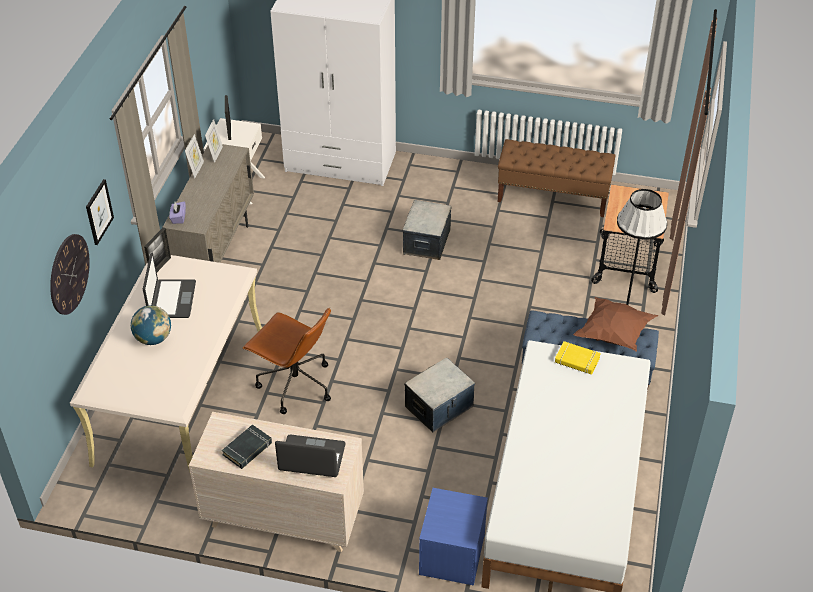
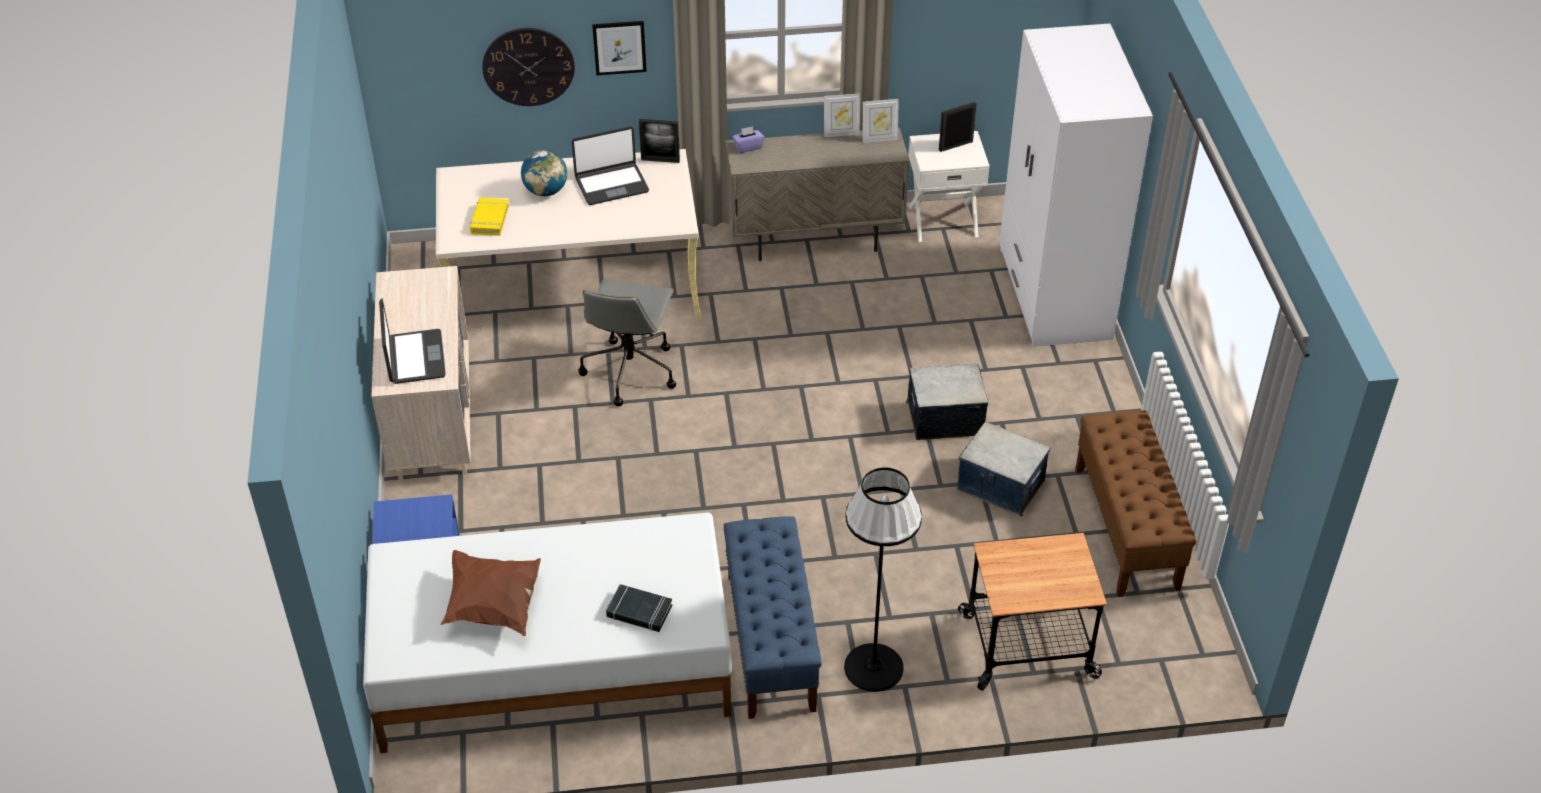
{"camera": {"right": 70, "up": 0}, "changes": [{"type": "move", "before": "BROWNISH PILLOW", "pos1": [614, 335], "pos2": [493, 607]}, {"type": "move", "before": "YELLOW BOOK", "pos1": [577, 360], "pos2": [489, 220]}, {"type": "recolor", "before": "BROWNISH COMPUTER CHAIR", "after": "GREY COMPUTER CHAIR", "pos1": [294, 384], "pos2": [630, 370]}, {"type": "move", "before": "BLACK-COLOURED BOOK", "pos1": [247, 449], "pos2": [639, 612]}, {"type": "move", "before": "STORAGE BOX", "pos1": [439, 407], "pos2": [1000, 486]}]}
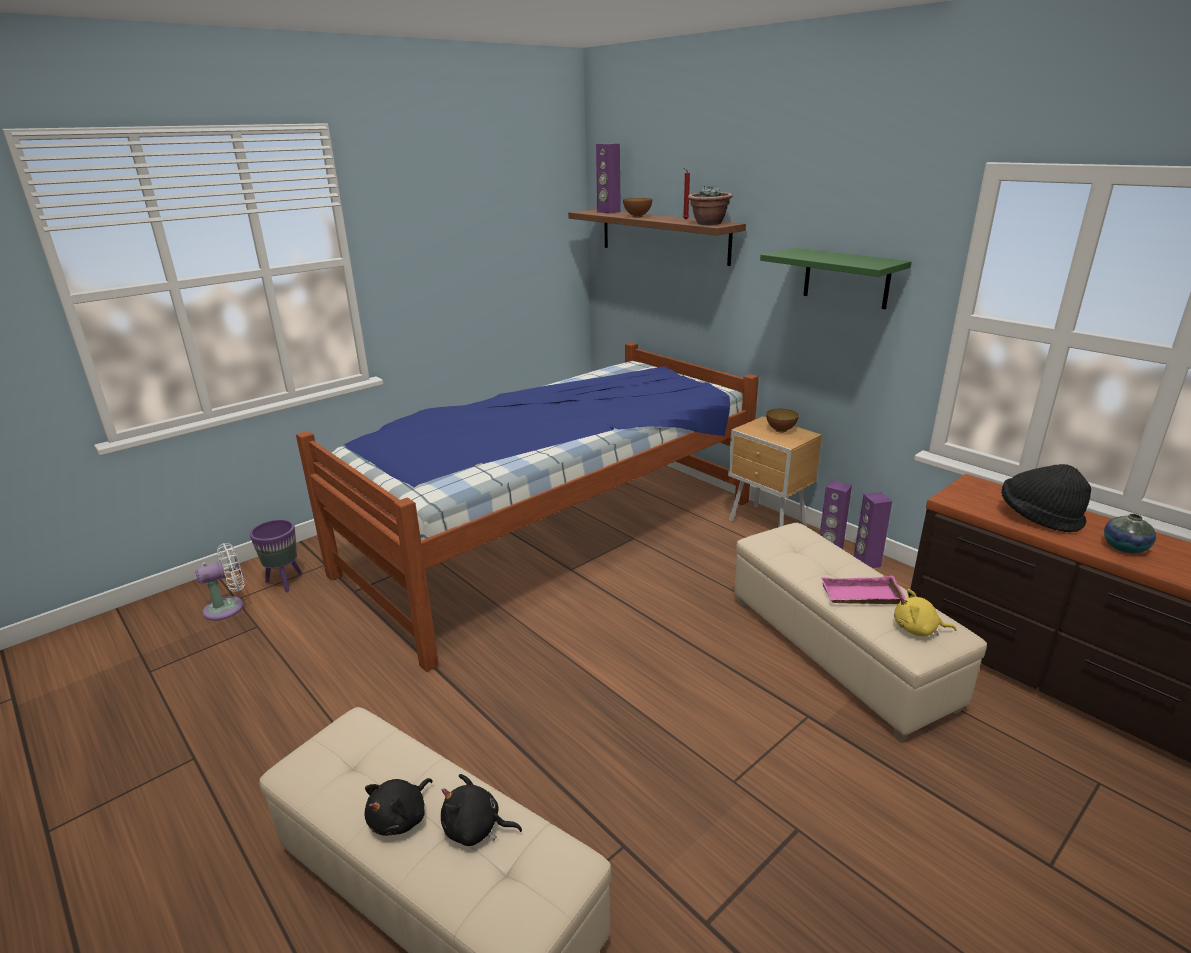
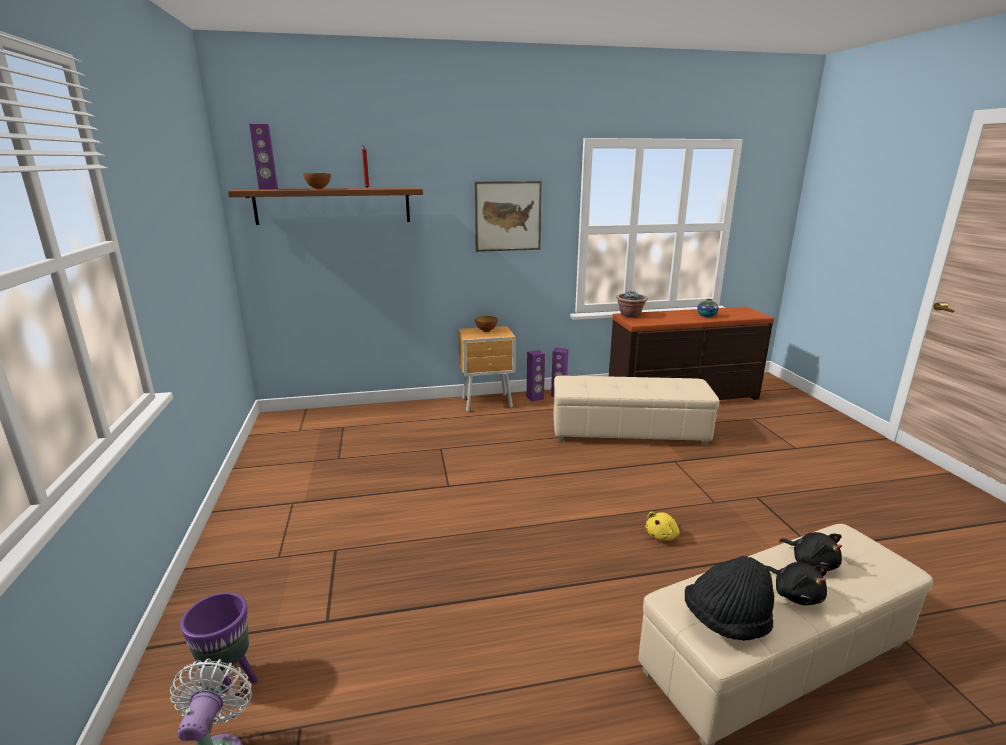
{"camera": {"right": -60, "up": -5}, "changes": [{"type": "replace", "before": "GREEN-COLOURED SHELF", "after": "WALL PICTURE", "pos1": [846, 278], "pos2": [508, 216]}, {"type": "move", "before": "HOUSEPLANT", "pos1": [708, 223], "pos2": [630, 315]}, {"type": "move", "before": "YELLOW SOFT TOY", "pos1": [918, 629], "pos2": [662, 535]}, {"type": "move", "before": "BLACK-COLOURED HAT", "pos1": [1038, 517], "pos2": [726, 621]}, {"type": "rotate", "before": "BLACK-COLOURED SOFT TOY", "pos1": [475, 829], "pos2": [811, 562], "turn": -75}, {"type": "delete", "before": "SLEEPING BED", "pos1": [552, 535]}, {"type": "delete", "before": "PINK-COLOURED TRAY", "pos1": [860, 597]}]}
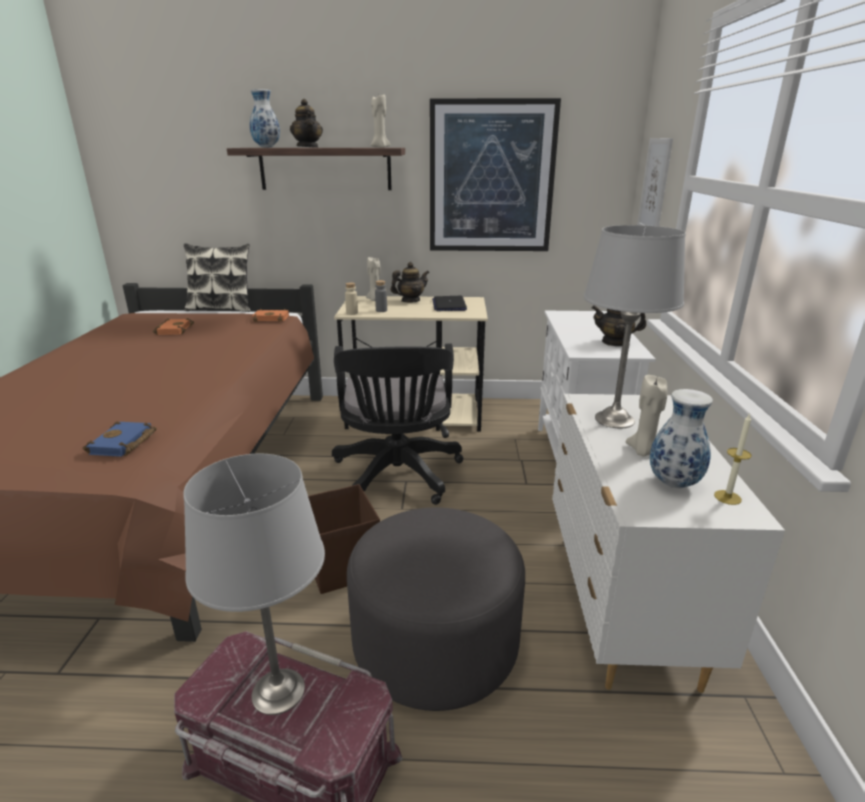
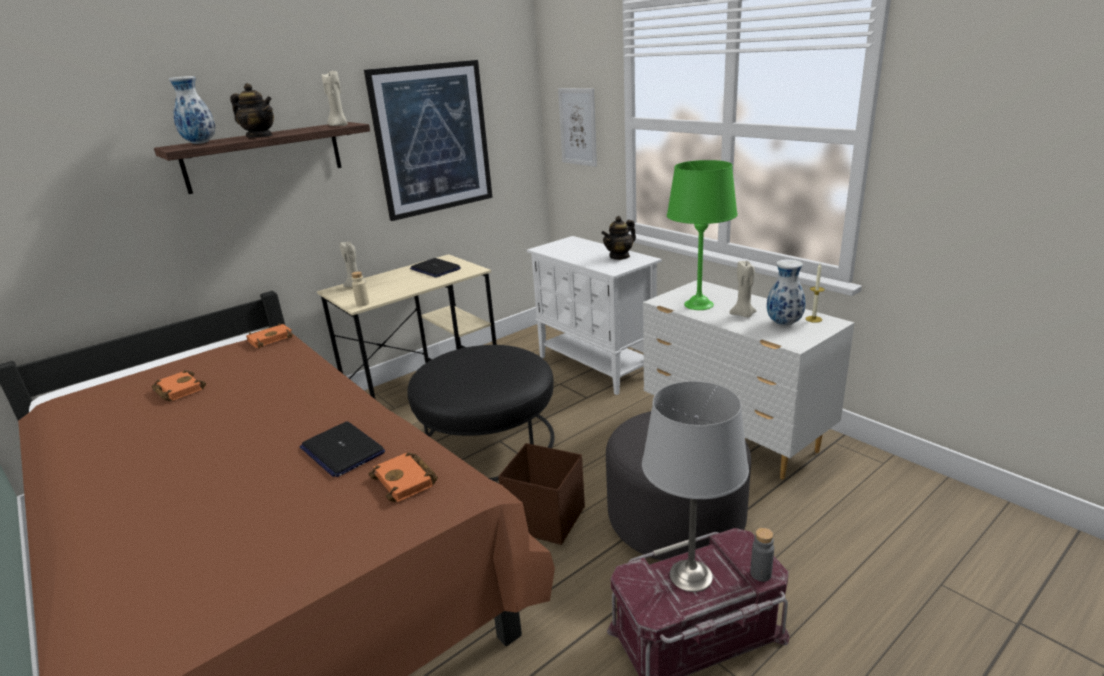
{"camera": {"right": -40, "up": 0}, "changes": [{"type": "insert", "after": "LAPTOP", "pos2": [342, 450]}, {"type": "recolor", "before": "BLUE-COLOURED BOOK", "after": "ORANGEY BOOK", "pos1": [123, 444], "pos2": [407, 481]}, {"type": "replace", "before": "BLACK-COLOURED COMPUTER CHAIR", "after": "BLACK-COLOURED FOOTREST", "pos1": [397, 477], "pos2": [488, 441]}, {"type": "recolor", "before": "GREY TABLE LAMP", "after": "GREEN-COLOURED TABLE LAMP", "pos1": [615, 419], "pos2": [699, 304]}, {"type": "move", "before": "GREY BOTTLE", "pos1": [381, 310], "pos2": [760, 574]}, {"type": "delete", "before": "PILLOW", "pos1": [221, 308]}, {"type": "delete", "before": "POT FOR TEA", "pos1": [410, 301]}]}
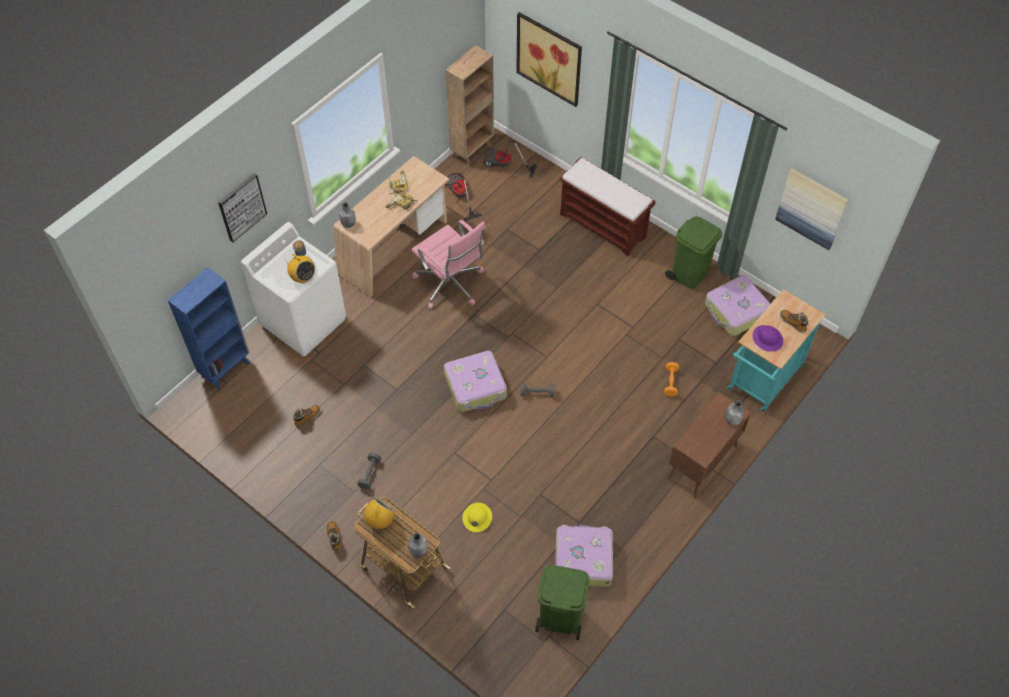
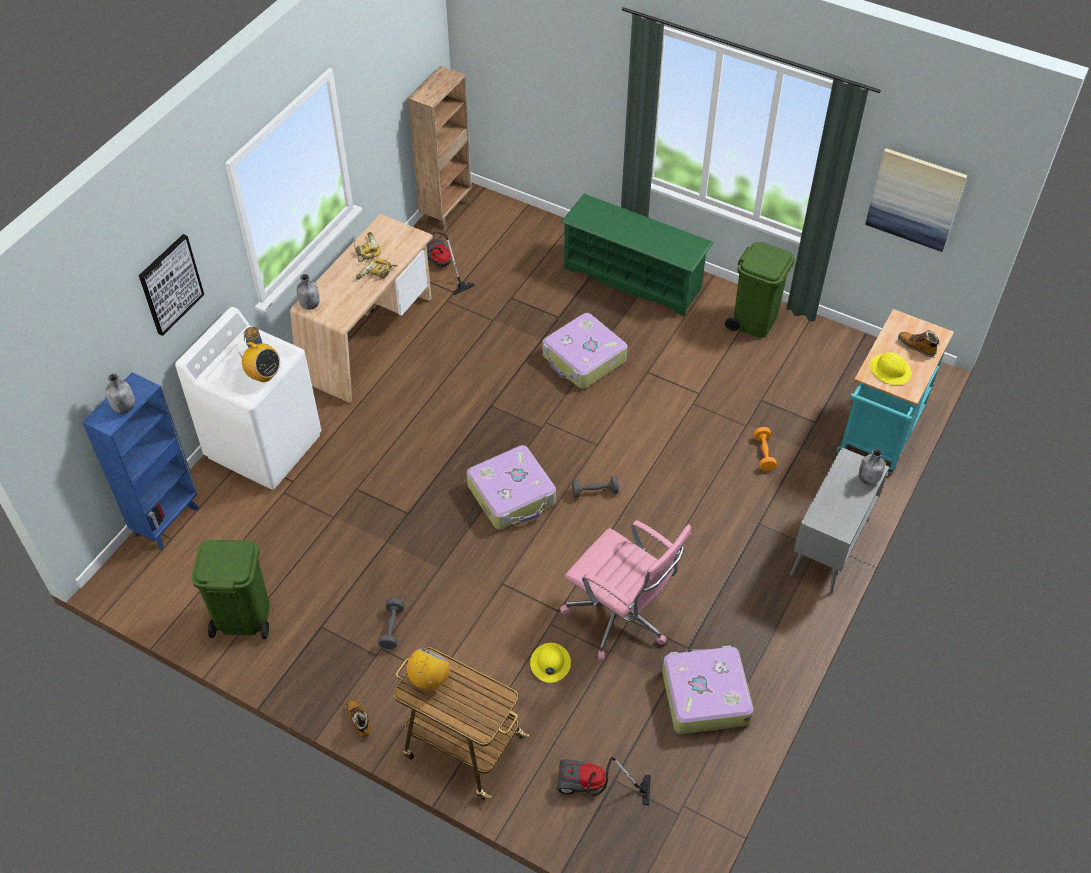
{"camera": {"right": -10, "up": -5}, "changes": [{"type": "move", "before": "GREY BOTTLE", "pos1": [418, 551], "pos2": [124, 407]}, {"type": "move", "before": "GREEN-COLOURED RUBBISH BIN", "pos1": [560, 617], "pos2": [242, 617]}, {"type": "move", "before": "SUITCASE", "pos1": [736, 311], "pos2": [583, 359]}, {"type": "move", "before": "VACUUM CLEANER", "pos1": [504, 166], "pos2": [594, 787]}, {"type": "move", "before": "PINK-COLOURED COMPUTER CHAIR", "pos1": [450, 285], "pos2": [621, 616]}, {"type": "replace", "before": "BROWNISH BENCH", "after": "GREEN-COLOURED SHOE SHELF", "pos1": [603, 226], "pos2": [633, 278]}, {"type": "recolor", "before": "BROWNISH CUPBOARD", "after": "GREY CUPBOARD", "pos1": [702, 463], "pos2": [829, 548]}, {"type": "recolor", "before": "PURPLE-COLOURED HARD HAT", "after": "YELLOW HARD HAT", "pos1": [767, 339], "pos2": [890, 370]}, {"type": "delete", "before": "BOOT", "pos1": [307, 417]}, {"type": "delete", "before": "WALL PICTURE", "pos1": [549, 58]}]}
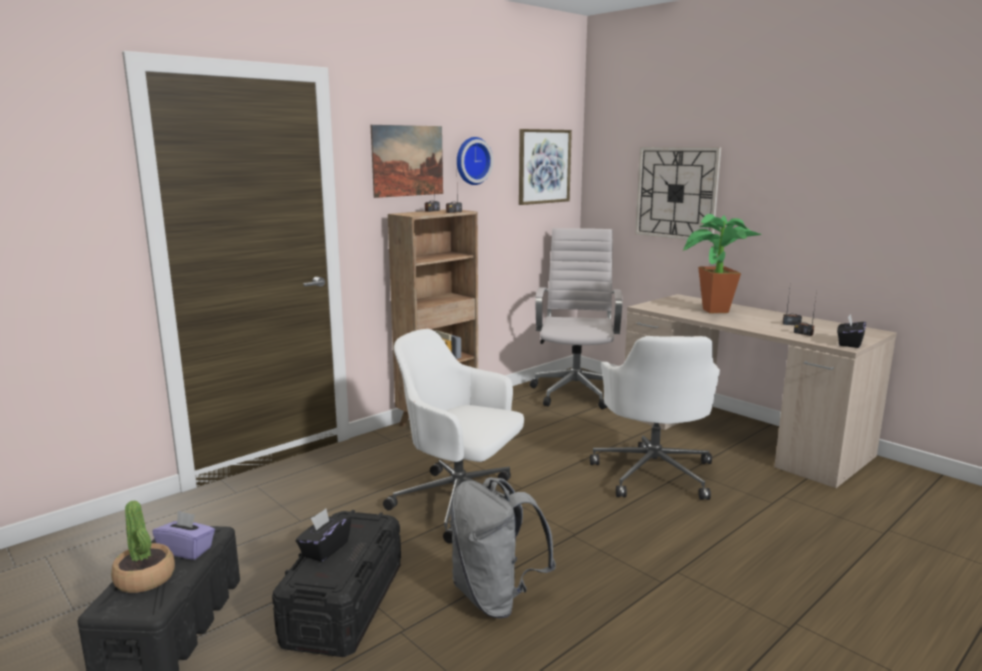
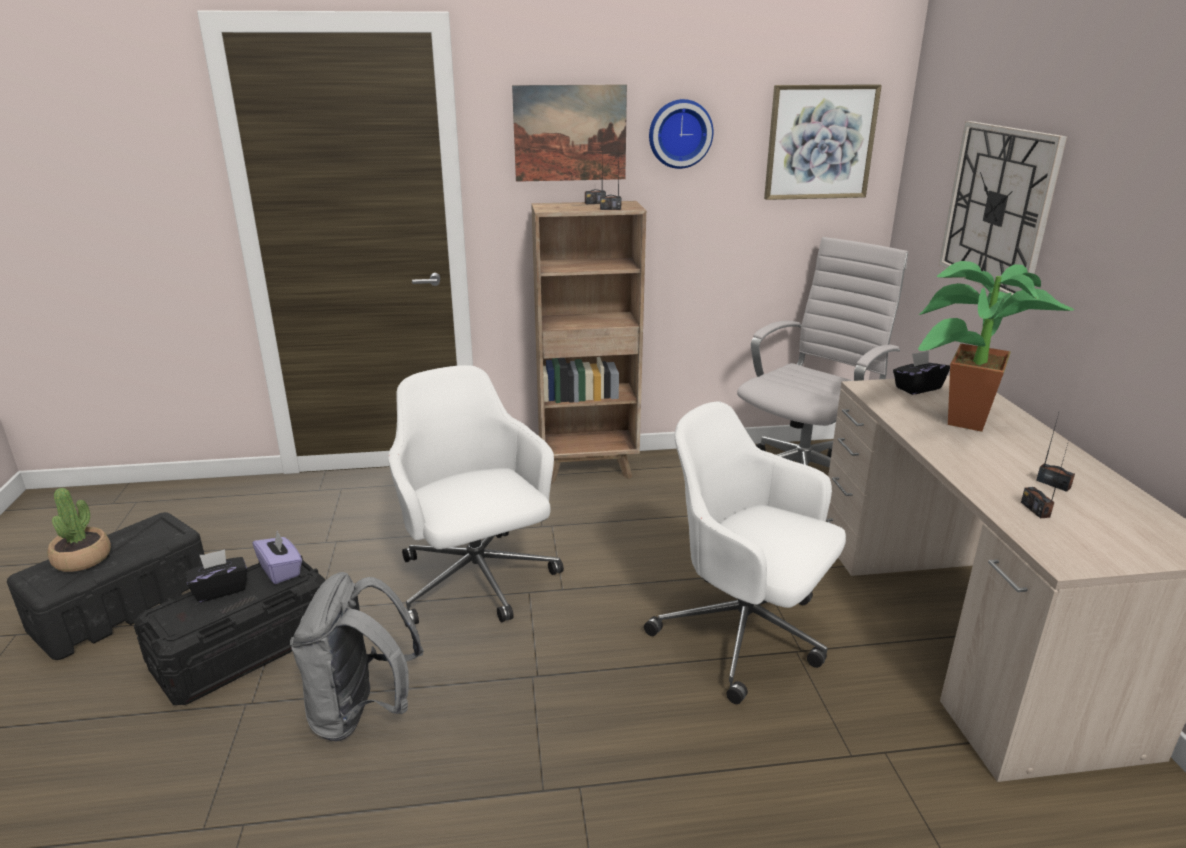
{"camera": {"right": 35, "up": 10}, "changes": [{"type": "move", "before": "PURPLE-COLOURED TISSUE HOLDER", "pos1": [187, 550], "pos2": [281, 570]}, {"type": "rotate", "before": "WHITE COMPUTER CHAIR", "pos1": [654, 473], "pos2": [745, 634], "turn": 90}, {"type": "move", "before": "BLACK-COLOURED TISSUE HOLDER", "pos1": [849, 343], "pos2": [917, 388]}]}
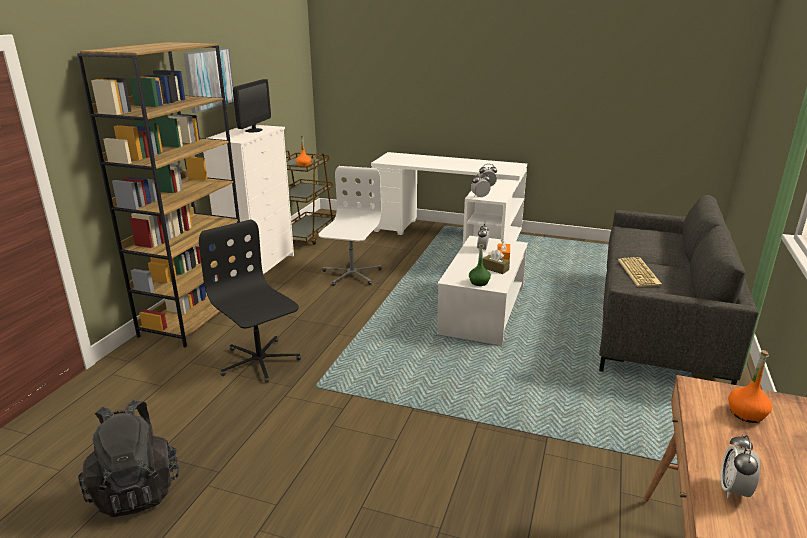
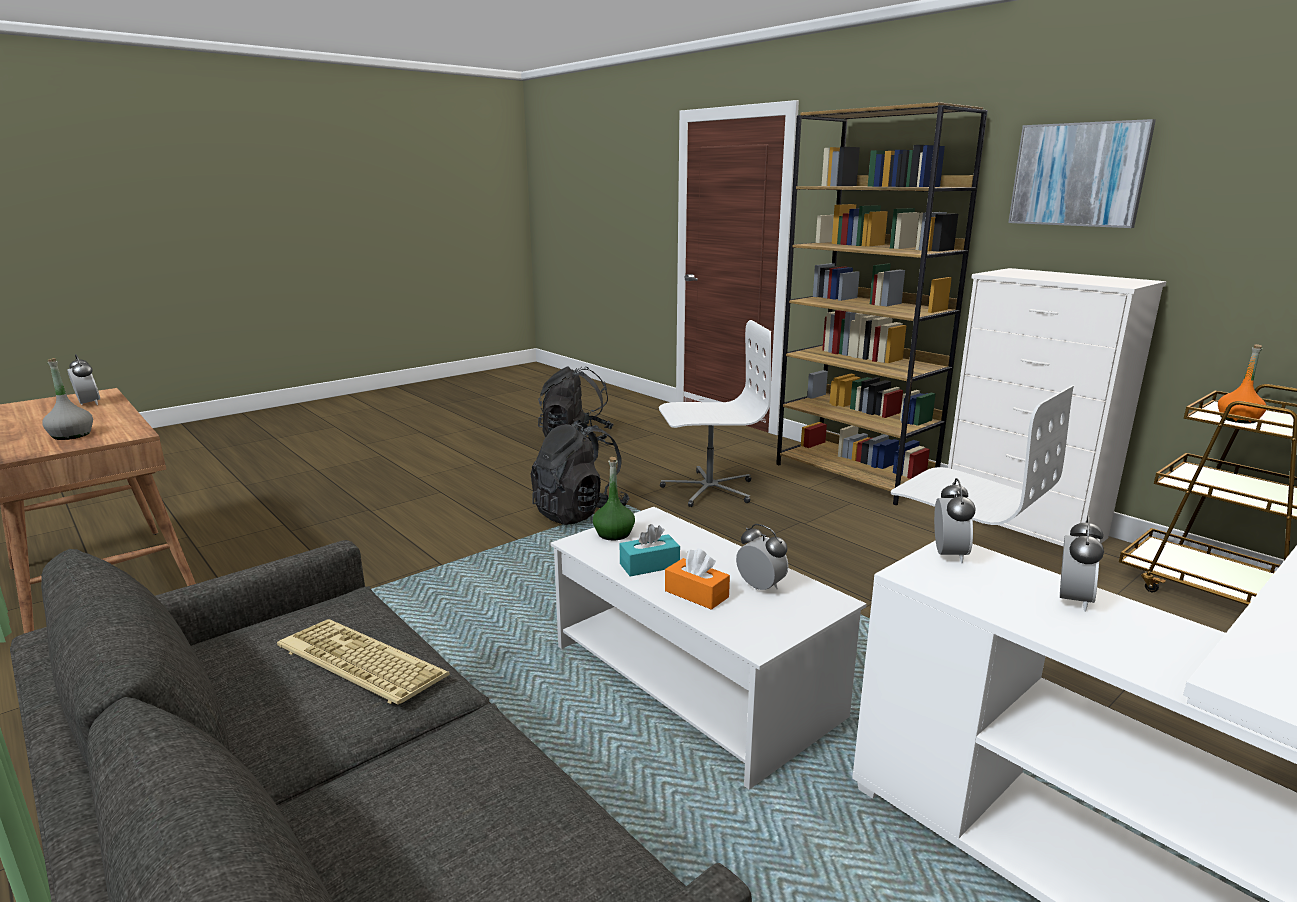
{"camera": {"right": 120, "up": -5}, "changes": [{"type": "recolor", "before": "ORANGEY BOTTLE", "after": "GREY BOTTLE", "pos1": [746, 414], "pos2": [71, 435]}, {"type": "insert", "after": "BLACK-COLOURED BACKPACK", "pos2": [579, 513]}, {"type": "recolor", "before": "BROWNISH TISSUE HOLDER", "after": "BLUE-GREEN TISSUE HOLDER", "pos1": [495, 269], "pos2": [649, 565]}, {"type": "recolor", "before": "BLACK-COLOURED COMPUTER CHAIR", "after": "WHITE COMPUTER CHAIR", "pos1": [259, 361], "pos2": [708, 489]}, {"type": "delete", "before": "COMPUTER DISPLAY", "pos1": [254, 130]}]}
